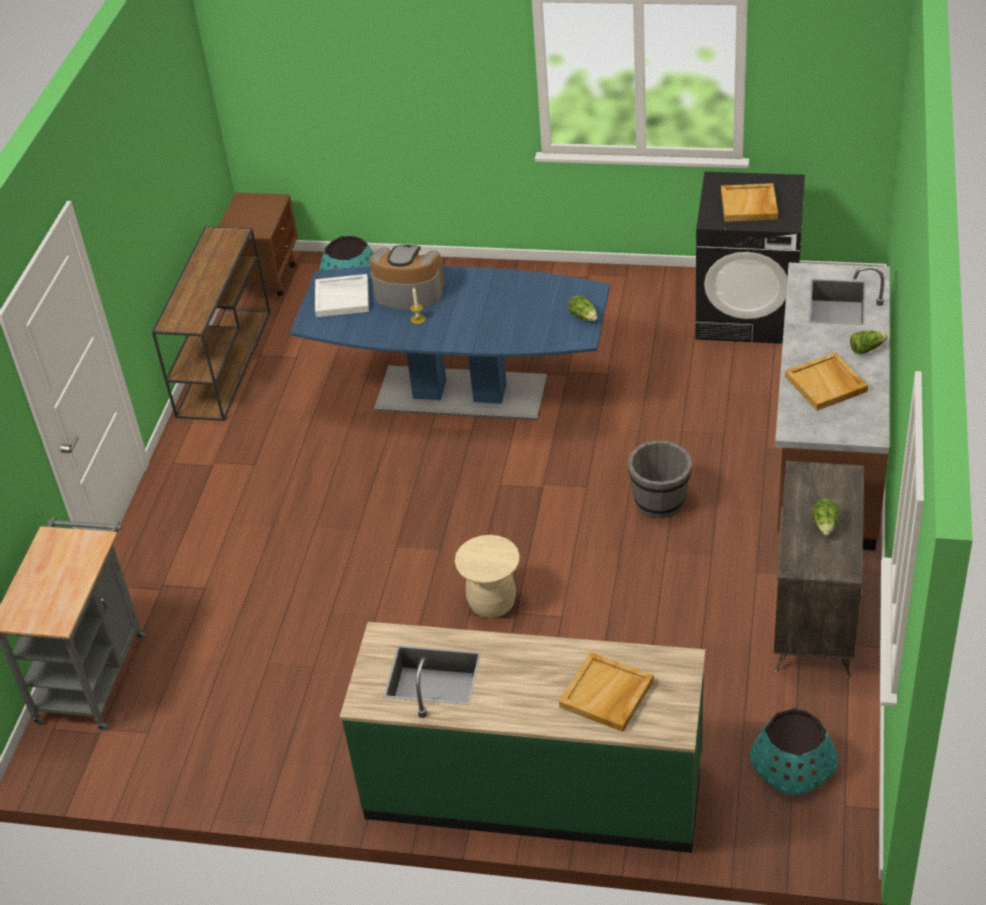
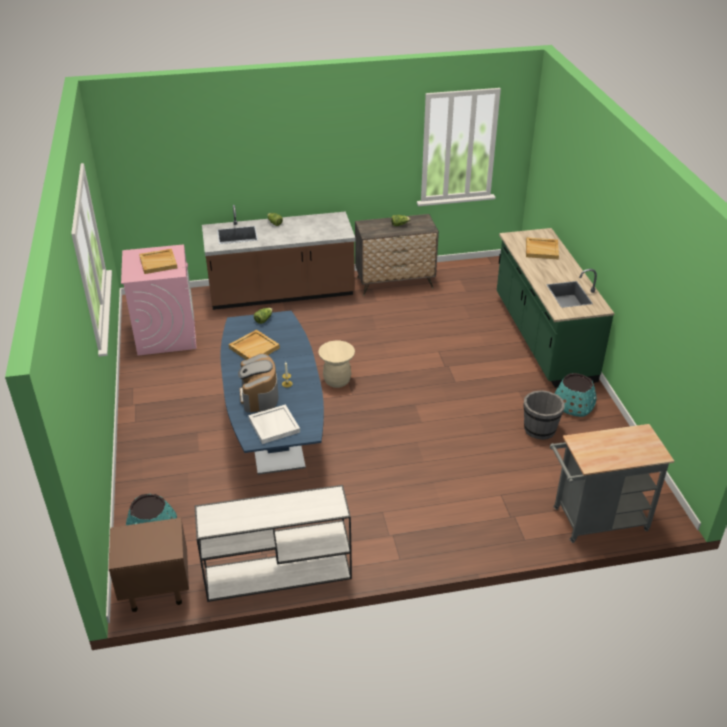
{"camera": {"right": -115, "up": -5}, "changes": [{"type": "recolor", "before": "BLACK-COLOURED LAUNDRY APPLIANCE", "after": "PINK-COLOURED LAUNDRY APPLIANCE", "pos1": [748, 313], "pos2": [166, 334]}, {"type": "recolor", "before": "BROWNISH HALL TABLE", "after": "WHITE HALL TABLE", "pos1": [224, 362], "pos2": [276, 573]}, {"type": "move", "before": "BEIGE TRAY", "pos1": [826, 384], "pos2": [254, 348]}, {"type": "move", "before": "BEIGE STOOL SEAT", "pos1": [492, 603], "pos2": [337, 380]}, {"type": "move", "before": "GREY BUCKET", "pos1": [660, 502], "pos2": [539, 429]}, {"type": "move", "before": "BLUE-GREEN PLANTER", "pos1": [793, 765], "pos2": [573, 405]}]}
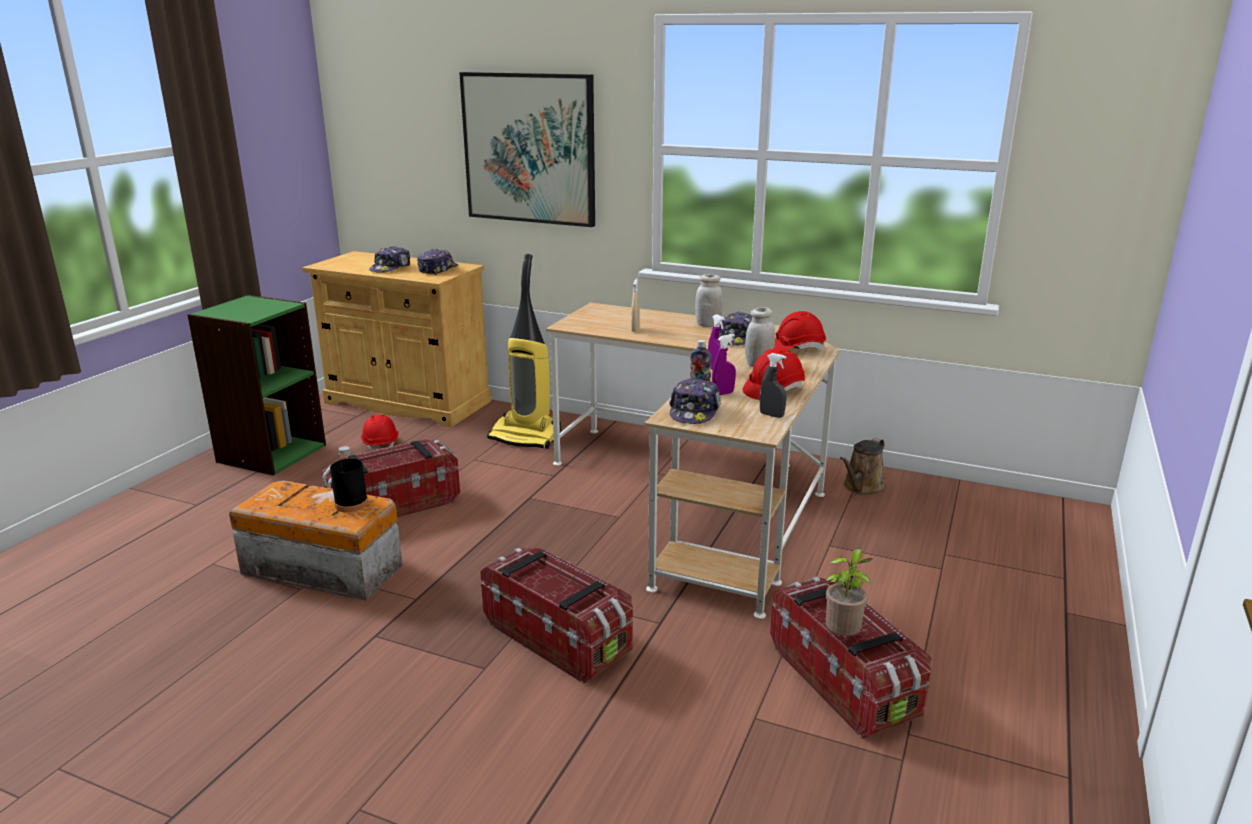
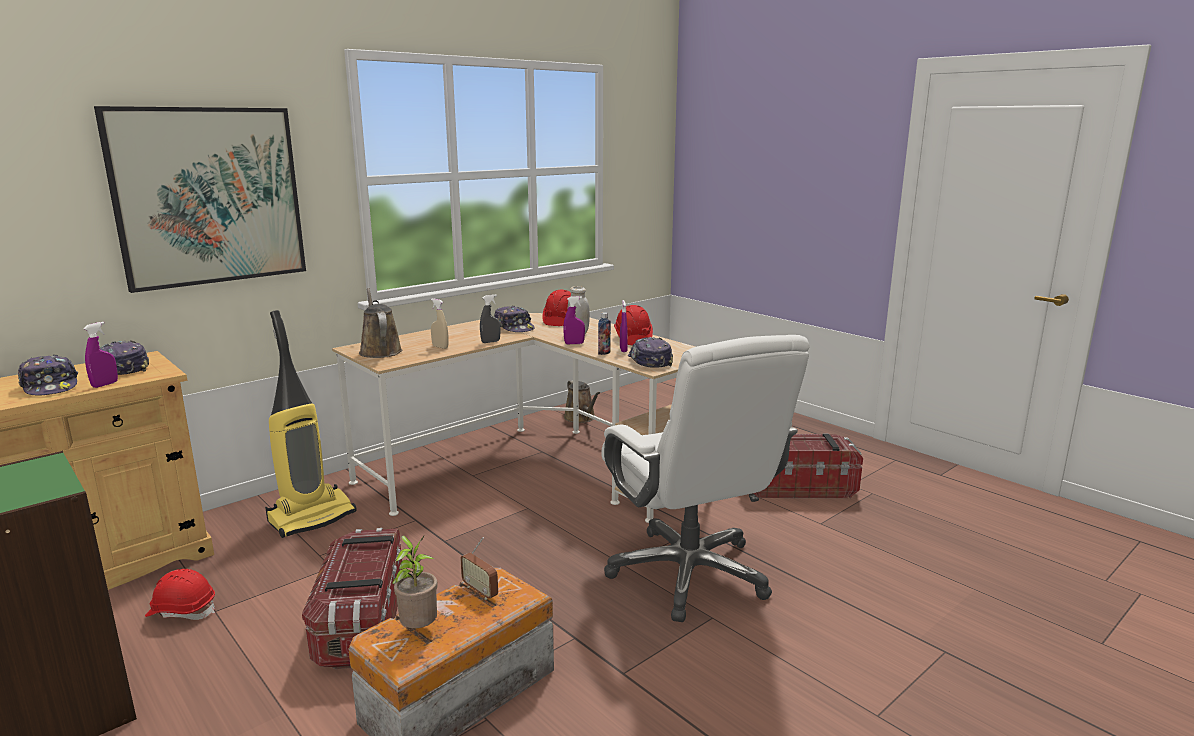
{"camera": {"right": -65, "up": -5}, "changes": [{"type": "insert", "after": "PURPLE-COLOURED HAND SPRAYER", "pos2": [105, 384]}, {"type": "insert", "after": "BROWNISH WATERING POT", "pos2": [380, 351]}, {"type": "move", "before": "HOUSEPLANT", "pos1": [843, 636], "pos2": [418, 629]}, {"type": "replace", "before": "BLACK-COLOURED BOTTLE", "after": "RADIO RECEIVER", "pos1": [351, 504], "pos2": [480, 591]}, {"type": "move", "before": "GREY HAND SPRAYER", "pos1": [771, 415], "pos2": [490, 342]}, {"type": "replace", "before": "STORAGE BOX", "after": "WHITE COMPUTER CHAIR", "pos1": [558, 637], "pos2": [689, 574]}, {"type": "rotate", "before": "BASEBALL CAP", "pos1": [694, 412], "pos2": [649, 361], "turn": -150}, {"type": "delete", "before": "WHITE PRESERVE JAR", "pos1": [708, 325]}]}
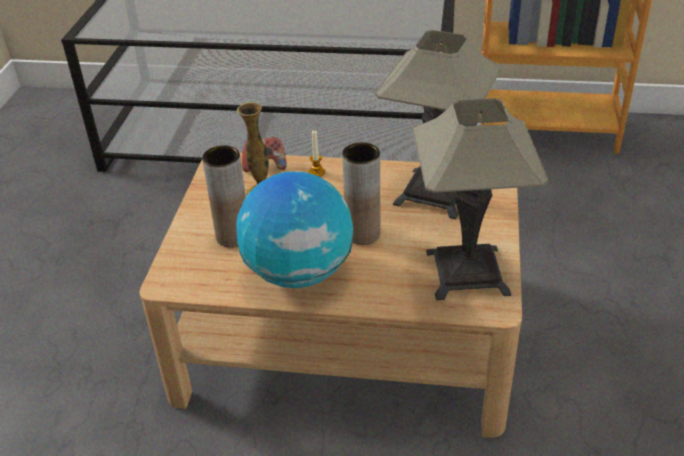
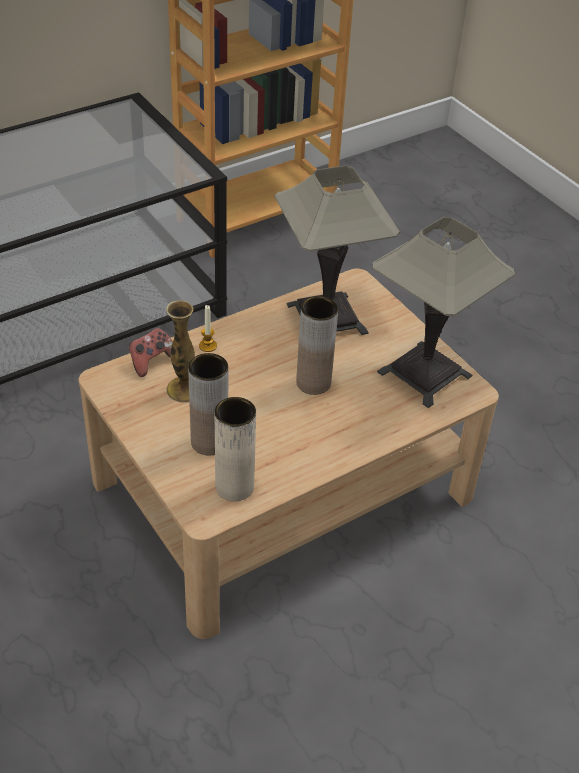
{"camera": {"right": -45, "up": 5}, "changes": [{"type": "insert", "after": "BEIGE VASE", "pos2": [234, 487]}, {"type": "delete", "before": "GLOBE", "pos1": [298, 272]}]}
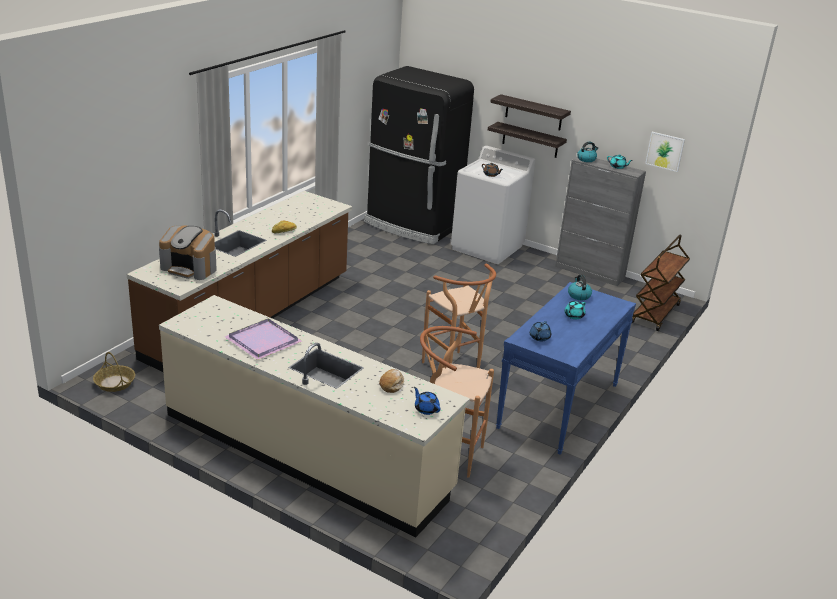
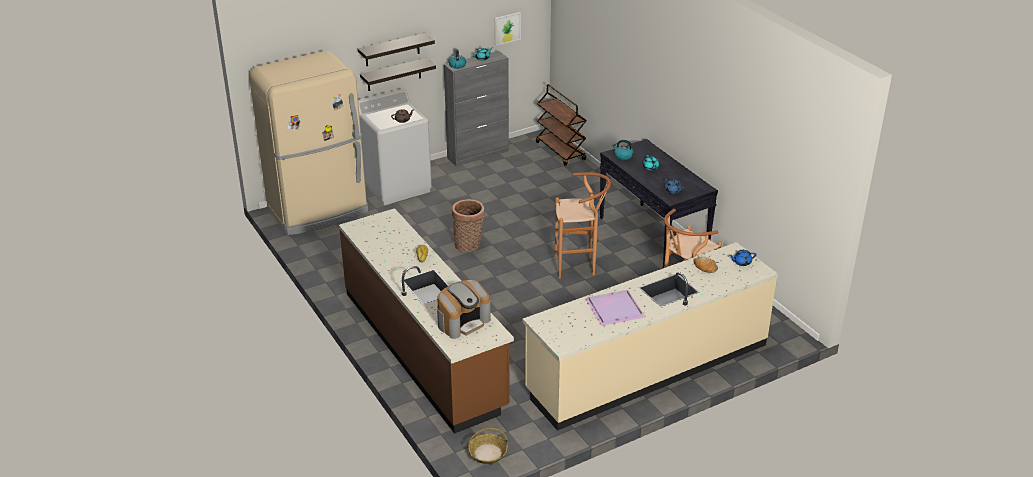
{"camera": {"right": -60, "up": 5}, "changes": [{"type": "recolor", "before": "BLACK-COLOURED REFRIGERATOR", "after": "BEIGE REFRIGERATOR", "pos1": [412, 225], "pos2": [319, 211]}, {"type": "insert", "after": "STORAGE BASKET", "pos2": [469, 245]}, {"type": "recolor", "before": "BLUE-COLOURED HALL TABLE", "after": "BLACK-COLOURED HALL TABLE", "pos1": [558, 406], "pos2": [653, 237]}]}
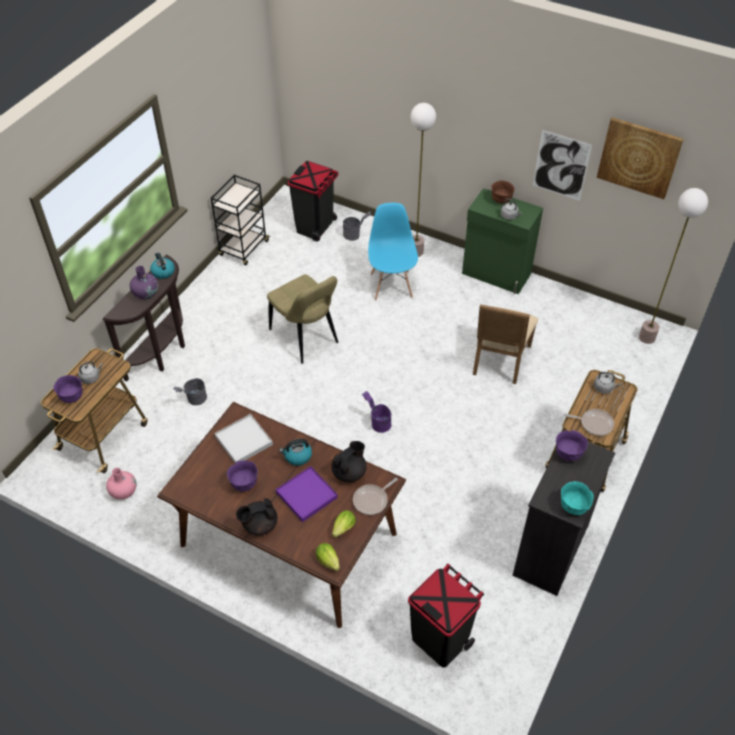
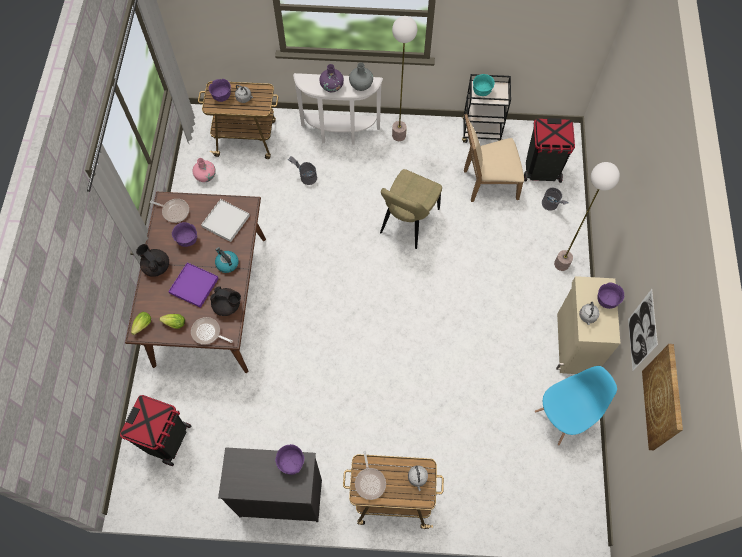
{"camera": {"right": 65, "up": 15}, "changes": [{"type": "insert", "after": "SKILLET", "pos2": [174, 211]}, {"type": "recolor", "before": "BROWNISH HALL TABLE", "after": "WHITE HALL TABLE", "pos1": [163, 353], "pos2": [340, 134]}, {"type": "replace", "before": "TEA KETTLE", "after": "GREY VASE", "pos1": [163, 272], "pos2": [361, 85]}, {"type": "move", "before": "STANDING LAMP", "pos1": [647, 337], "pos2": [399, 135]}, {"type": "move", "before": "BEIGE UPRIGHT CHAIR", "pos1": [498, 362], "pos2": [487, 183]}, {"type": "move", "before": "BLUE-GREEN SERVING BOWL", "pos1": [573, 507], "pos2": [481, 92]}, {"type": "move", "before": "BLUE-COLOURED UPRIGHT CHAIR", "pos1": [391, 285], "pos2": [563, 418]}, {"type": "recolor", "before": "GREEN-COLOURED CUPBOARD", "after": "BEIGE CUPBOARD", "pos1": [496, 274], "pos2": [574, 344]}, {"type": "recolor", "before": "BROWNISH SERVING BOWL", "after": "PURPLE-COLOURED SERVING BOWL", "pos1": [501, 200], "pos2": [606, 301]}, {"type": "delete", "before": "PURPLE-COLOURED BUCKET", "pos1": [378, 423]}]}
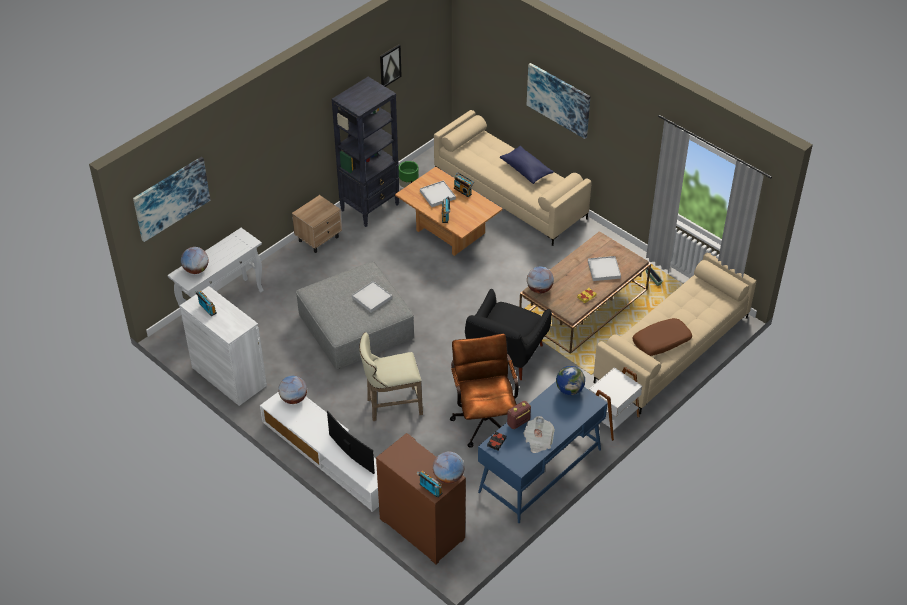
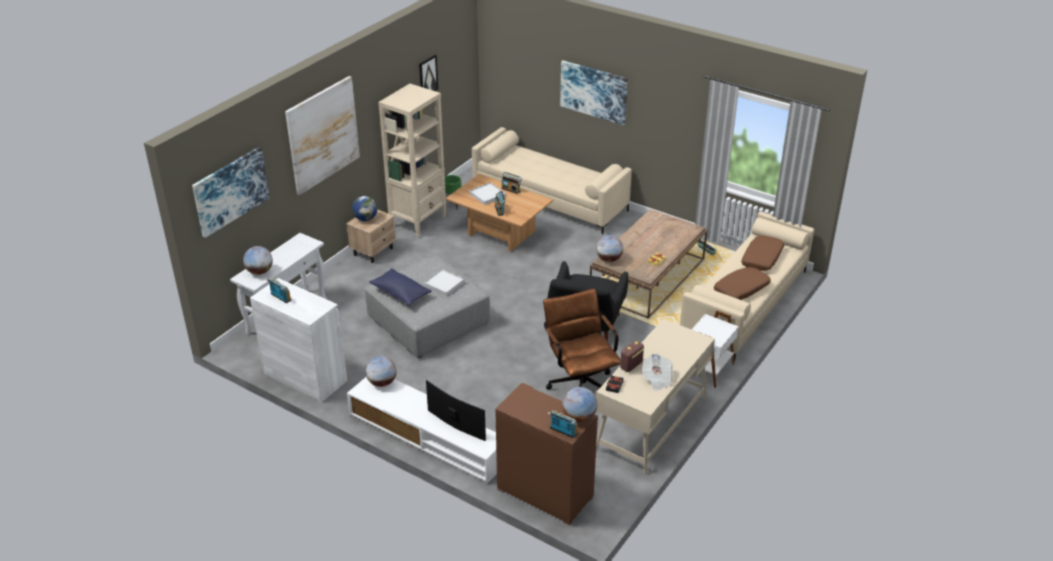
{"camera": {"right": -10, "up": -10}, "changes": [{"type": "insert", "after": "WALL PICTURE", "pos2": [323, 134]}, {"type": "move", "before": "GLOBE", "pos1": [569, 390], "pos2": [365, 219]}, {"type": "move", "before": "BLUE-COLOURED PILLOW", "pos1": [526, 170], "pos2": [401, 293]}, {"type": "recolor", "before": "BLACK-COLOURED BOOKSHELF", "after": "BEIGE BOOKSHELF", "pos1": [370, 207], "pos2": [418, 221]}, {"type": "recolor", "before": "BLUE-COLOURED DESK UNIT", "after": "BEIGE DESK UNIT", "pos1": [539, 470], "pos2": [651, 423]}, {"type": "insert", "after": "BROWNISH PILLOW", "pos2": [762, 258]}, {"type": "delete", "before": "BEIGE STOOL SEAT", "pos1": [391, 406]}, {"type": "delete", "before": "WHITE TRAY", "pos1": [604, 270]}]}
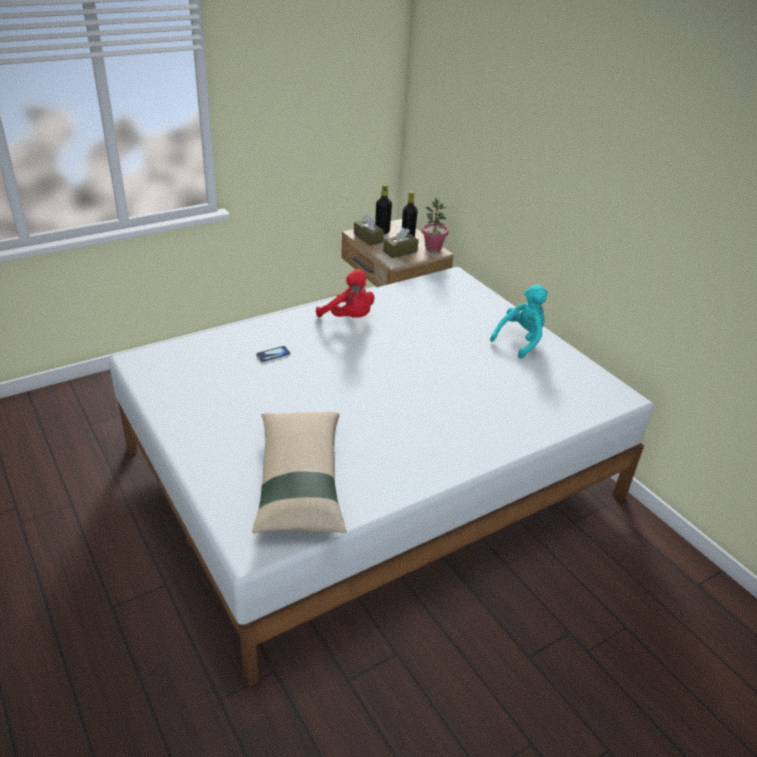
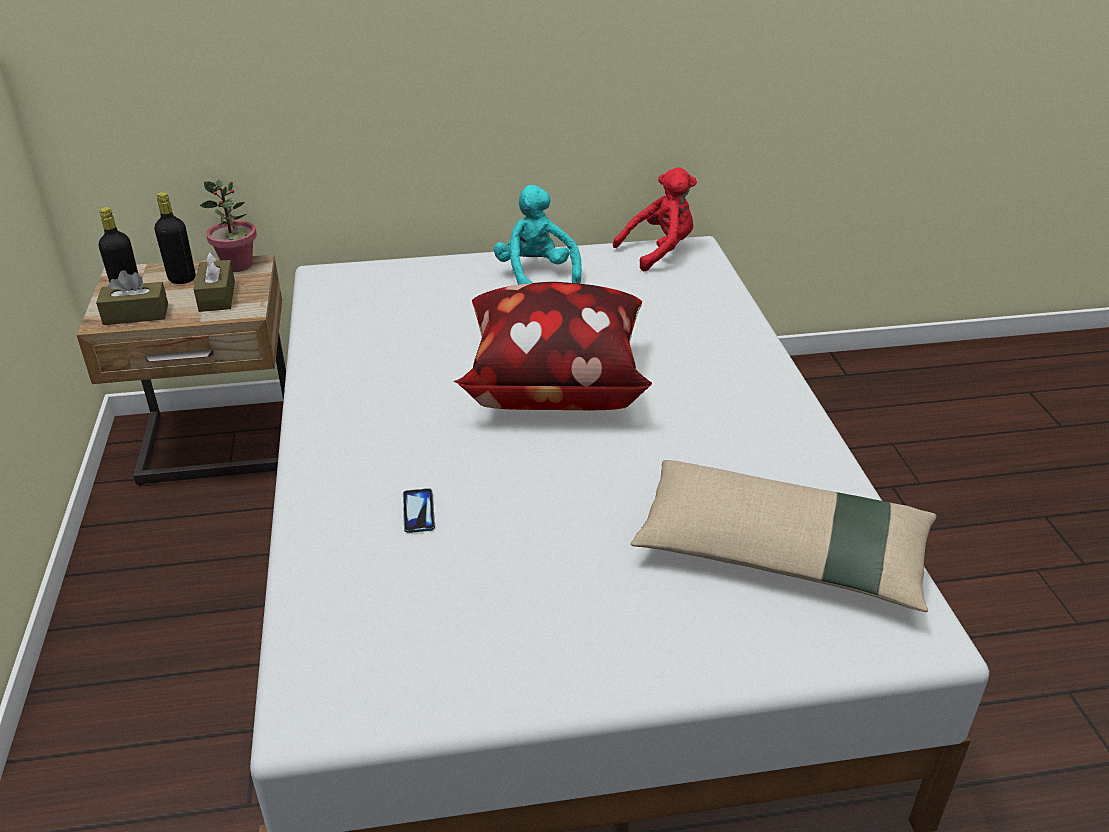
{"camera": {"right": -65, "up": 0}, "changes": [{"type": "insert", "after": "PILLOW", "pos2": [553, 385]}, {"type": "move", "before": "RED-COLOURED SOFT TOY", "pos1": [349, 318], "pos2": [659, 251]}]}
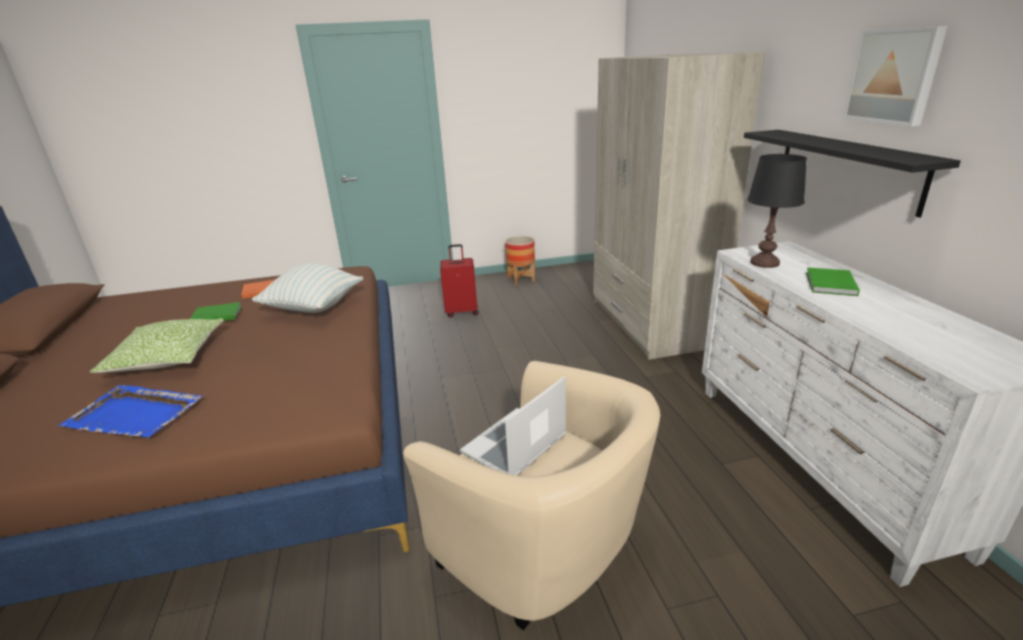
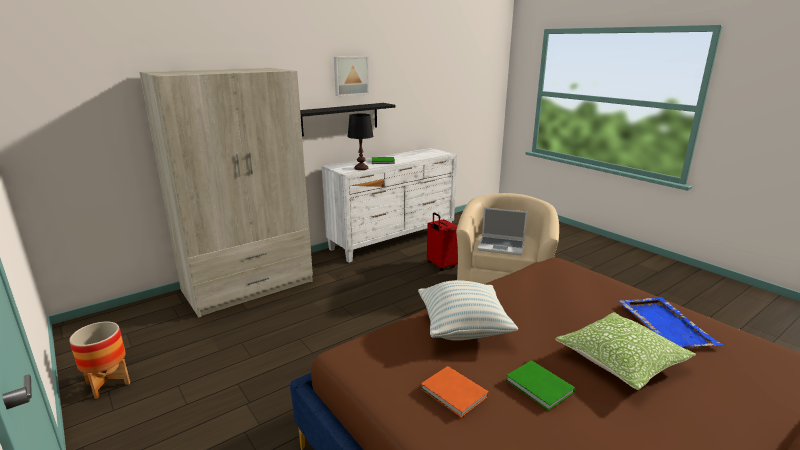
{"camera": {"right": -115, "up": -5}, "changes": [{"type": "move", "before": "RED-COLOURED SUITCASE", "pos1": [462, 312], "pos2": [440, 265]}]}
